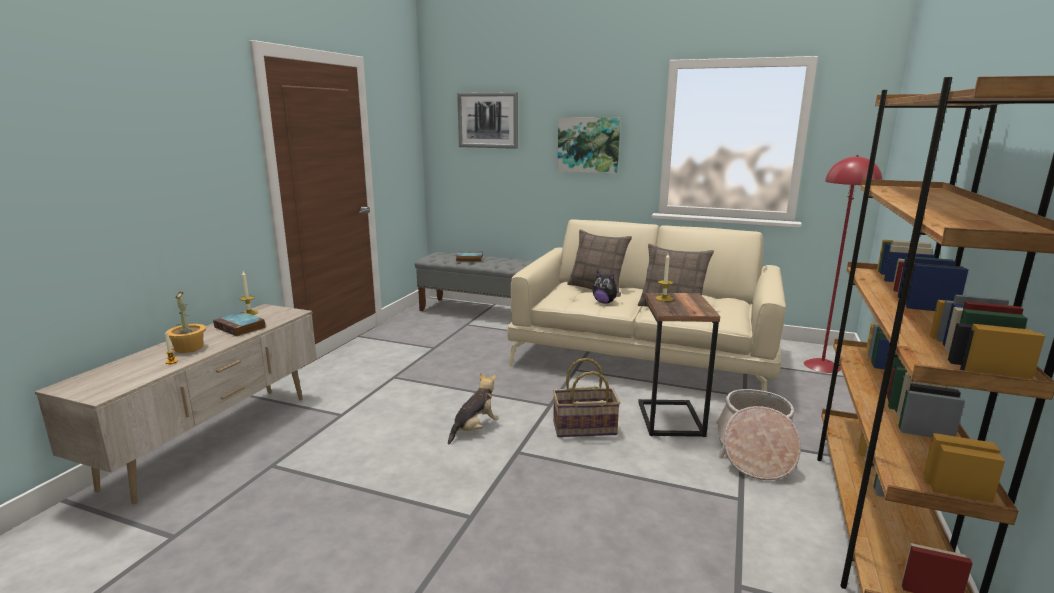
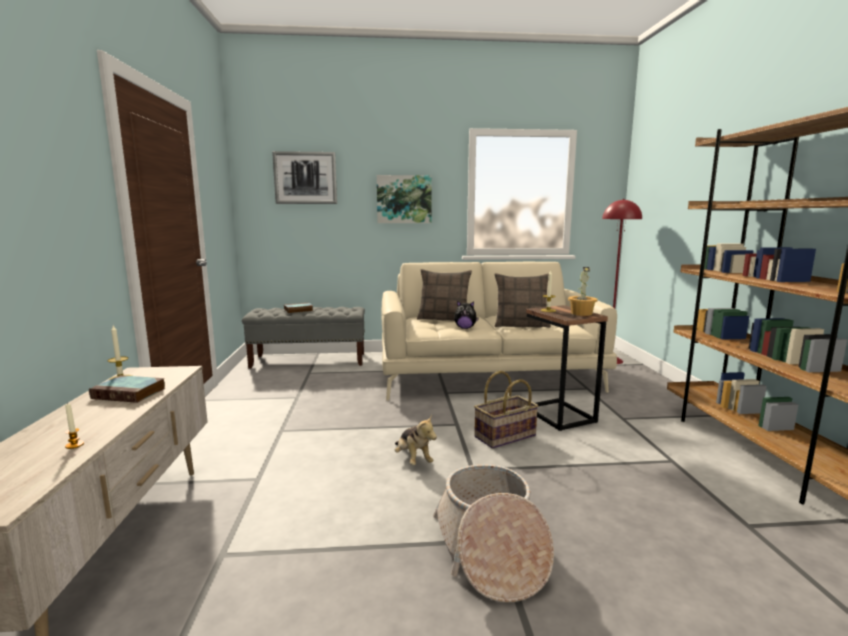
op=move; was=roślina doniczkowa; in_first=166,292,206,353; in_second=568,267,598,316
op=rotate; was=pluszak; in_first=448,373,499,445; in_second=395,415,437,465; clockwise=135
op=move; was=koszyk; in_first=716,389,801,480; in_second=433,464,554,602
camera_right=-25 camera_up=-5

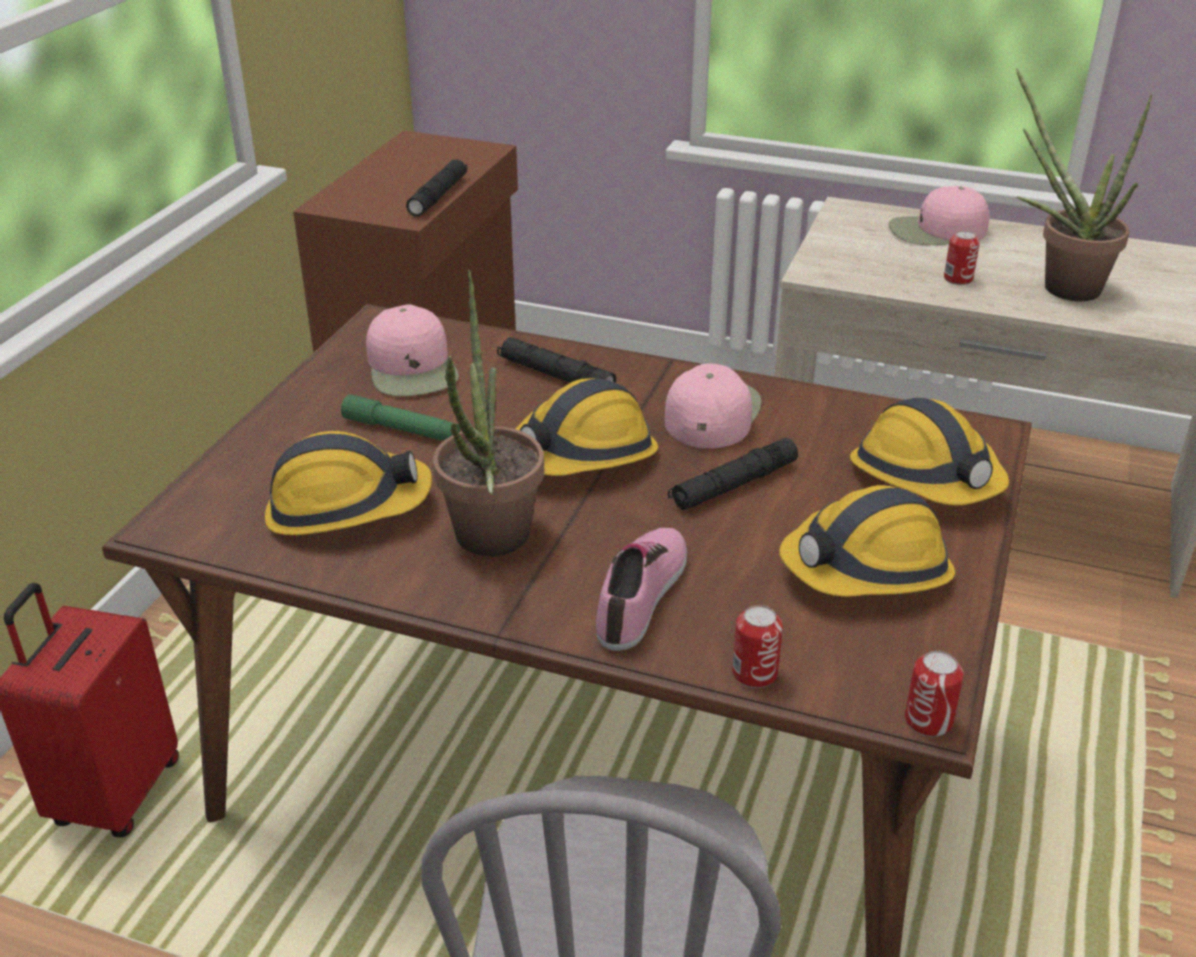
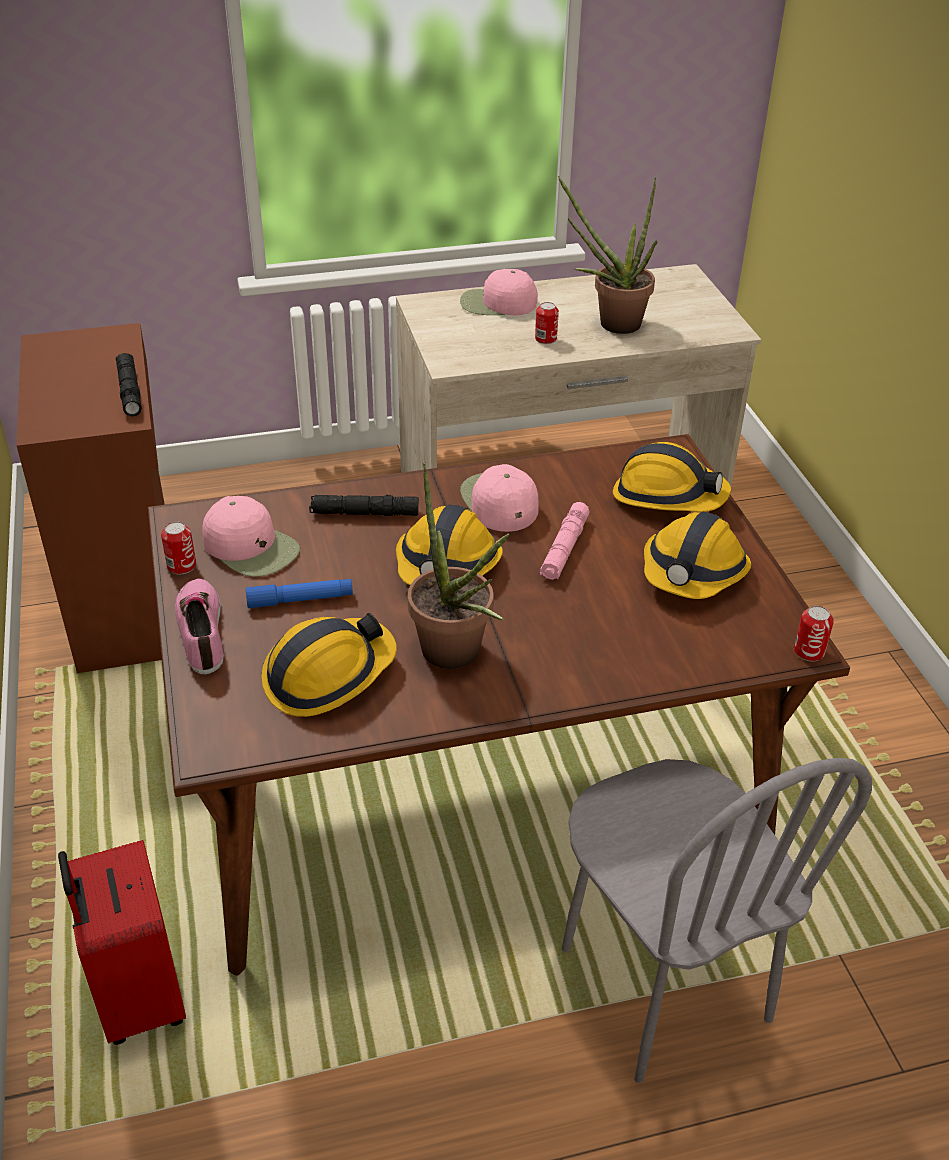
op=recolor; was=latarka [zielony]; now=latarka [niebieski]; in_first=341,394,460,440; in_second=246,579,353,608
op=move; was=but; in_first=596,528,687,651; in_second=175,579,223,674
op=recolor; was=latarka [czarny]; now=latarka [różowy]; in_first=668,438,798,510; in_second=539,502,589,580
op=move; was=puszka; in_first=732,605,783,688; in_second=161,522,196,574
op=rotate; was=czapka z daszkiem [różowy]; in_first=888,186,990,245; in_second=460,269,538,315; clockwise=45
camera_right=-35 camera_up=5

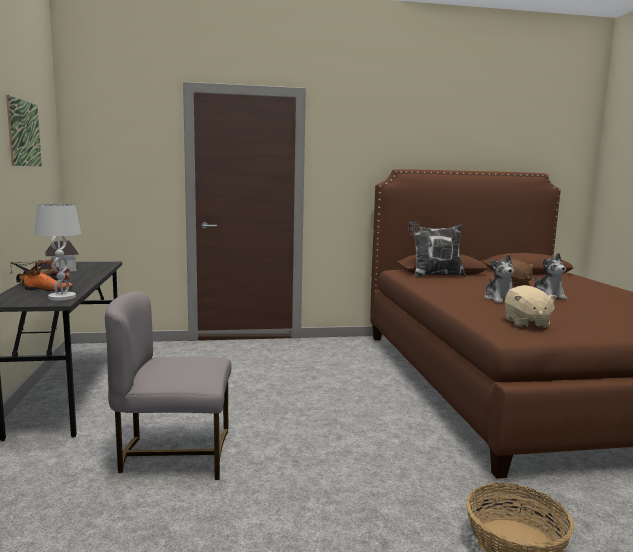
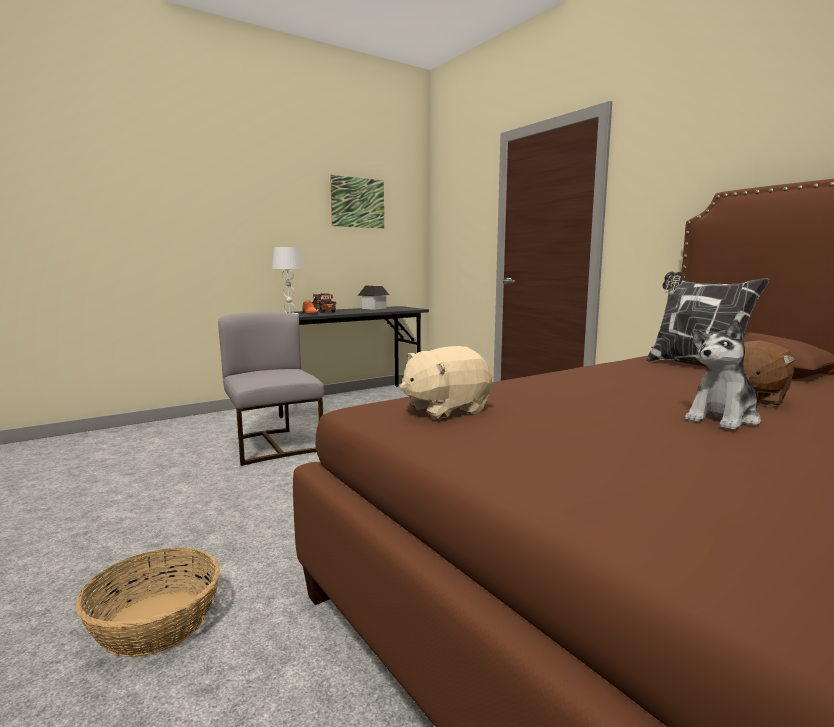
op=delete; was=pluszak; in_first=484,254,514,303
camera_right=65 camera_up=0

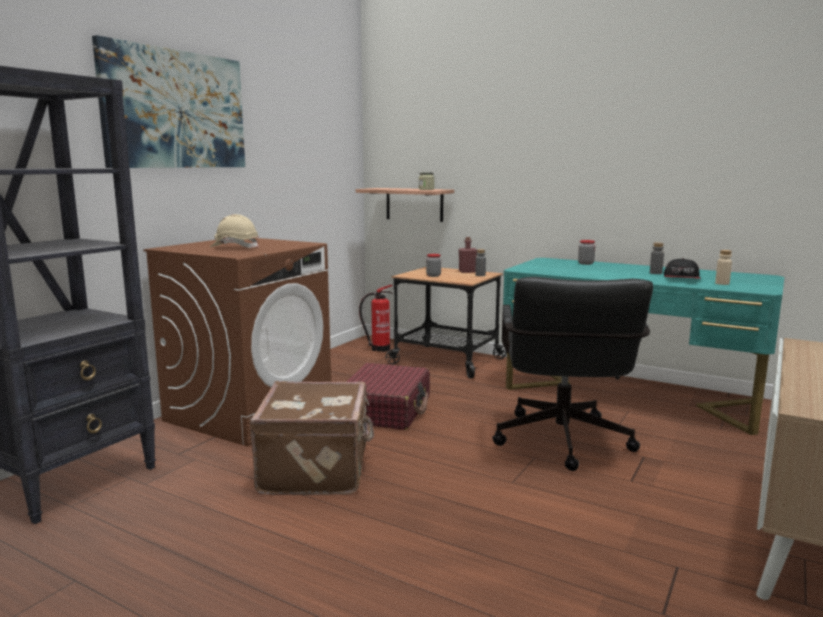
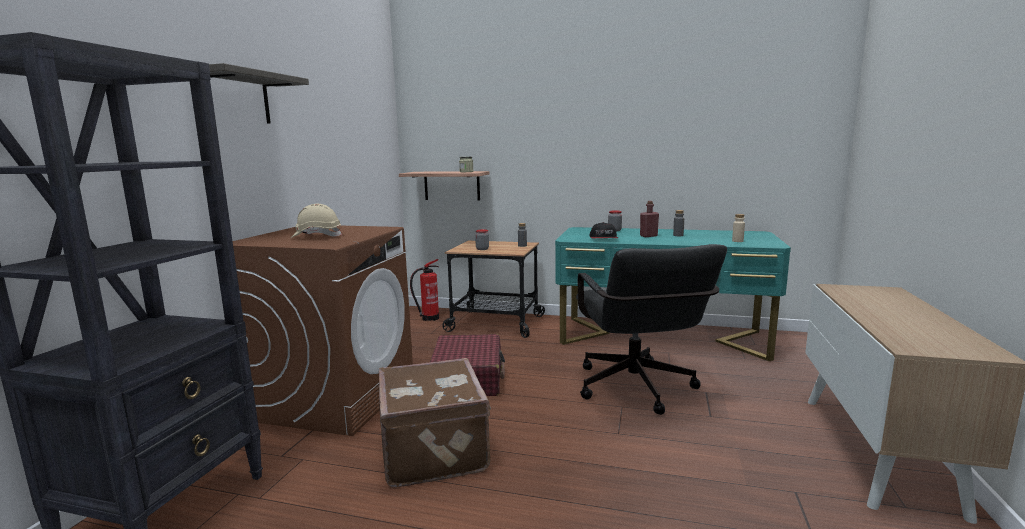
op=replace; was=obraz; now=półka; in_first=92,35,245,168; in_second=209,63,309,124
op=move; was=butelka [czerwony]; in_first=459,237,477,273; in_second=640,201,659,237
op=move; was=czapka z daszkiem; in_first=664,258,701,279; in_second=590,222,618,238
camera_right=-15 camera_up=0

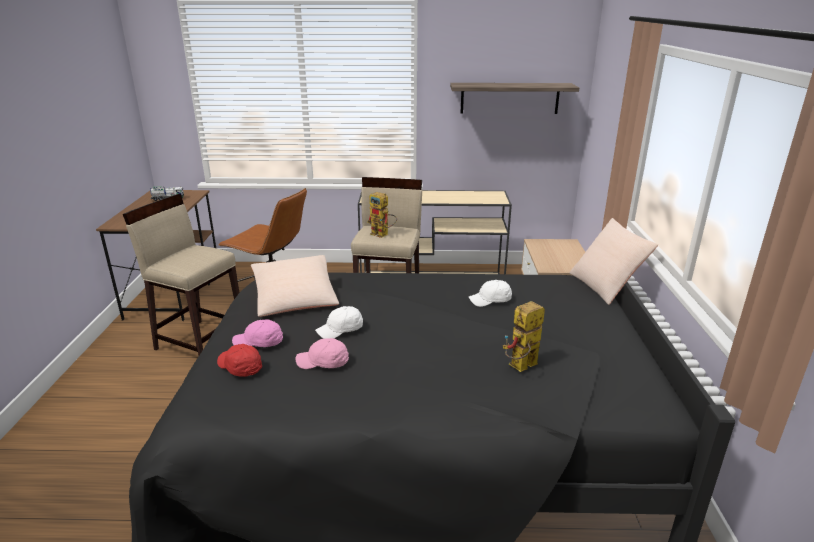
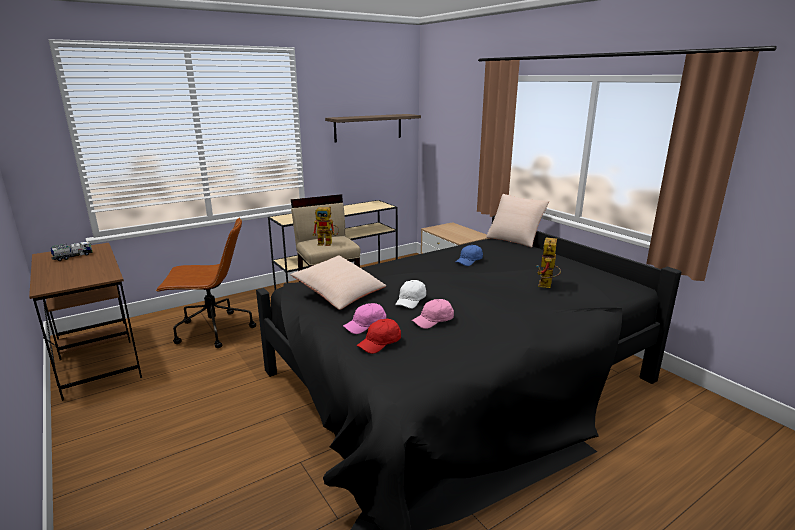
op=delete; was=stołek [beżowy]; in_first=123,194,239,355
op=rotate; was=czapka z daszkiem [czerwony]; in_first=217,344,262,377; in_second=357,319,401,354; clockwise=-45
op=recolor; was=czapka z daszkiem [biały]; now=czapka z daszkiem [niebieski]; in_first=469,280,512,307; in_second=456,245,483,266
camera_right=-35 camera_up=-5

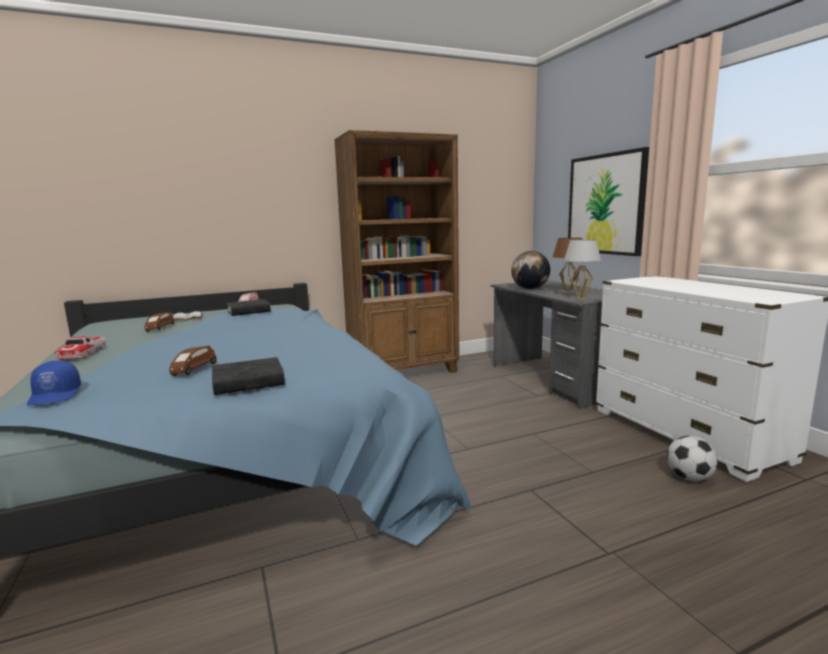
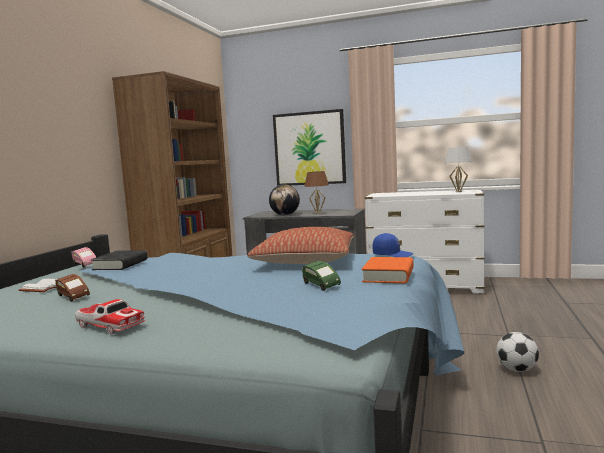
op=move; was=czapka z daszkiem [niebieski]; in_first=27,361,81,406; in_second=373,233,413,257
op=recolor; was=samochodzik [brązowy]; now=samochodzik [zielony]; in_first=169,346,217,376; in_second=302,261,341,291
op=recolor; was=książka [czarny]; now=książka [pomarańczowy]; in_first=212,357,285,395; in_second=362,257,414,283
op=move; was=lampa stołowa [biały]; in_first=564,239,601,300; in_second=445,147,472,192
op=move; was=piłka futbolowa; in_first=667,436,718,481; in_second=496,332,539,372
op=insert; now=poduszka; in_second=247,227,354,264
camera_right=-50 camera_up=-5

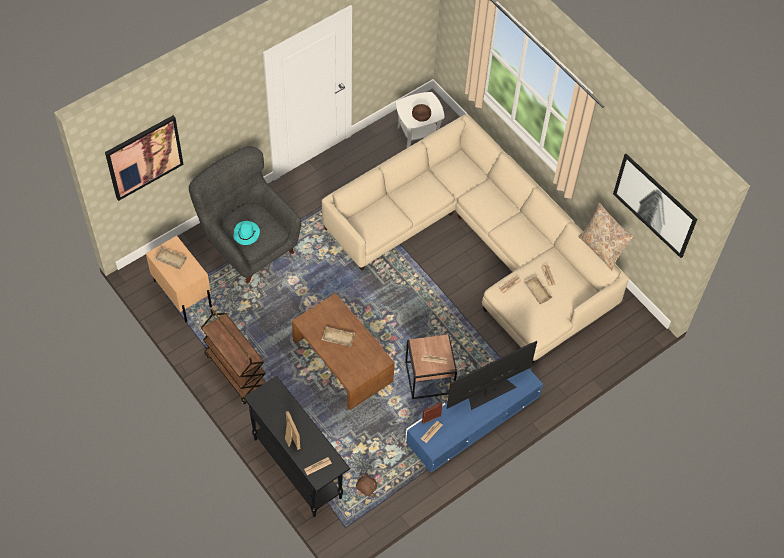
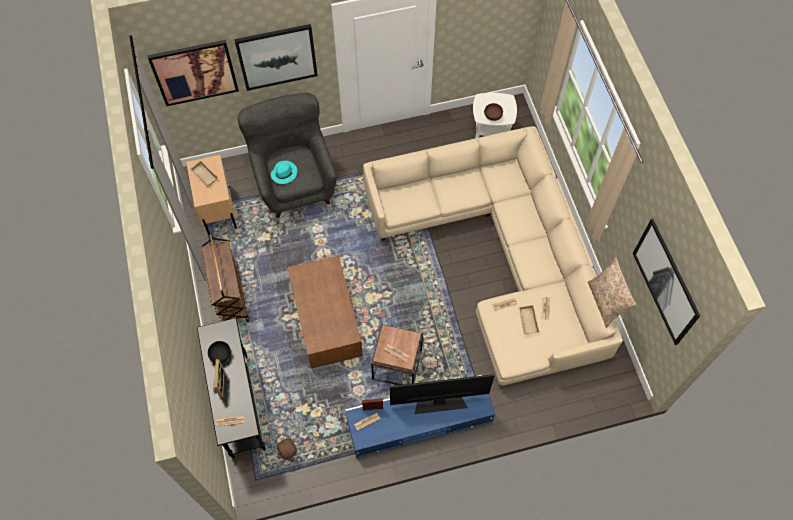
op=delete; was=taca [beżowy]; in_first=322,326,355,347
op=insert; now=miska [czarny]; in_second=208,341,231,363
op=insert; now=obraz; in_second=234,24,318,91
camera_right=25 camera_up=5

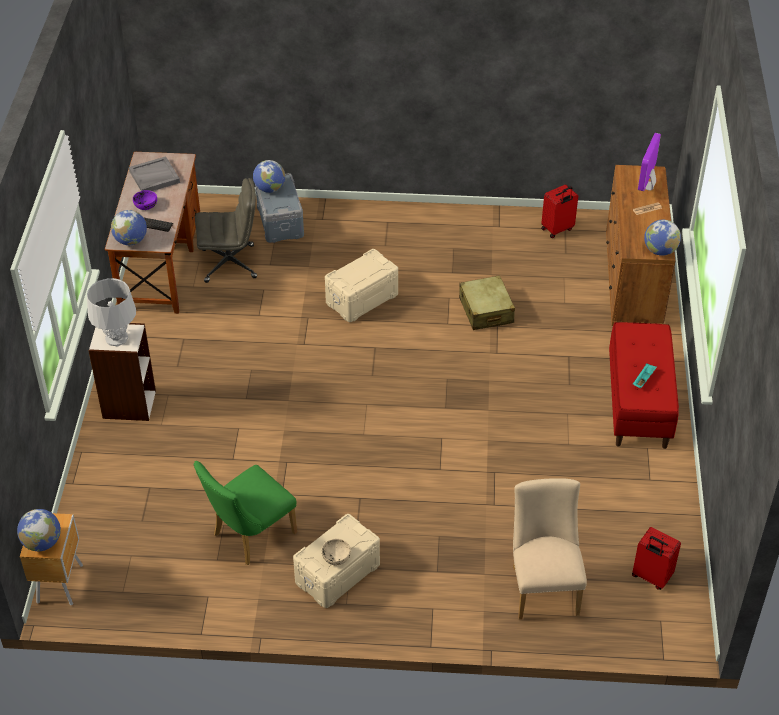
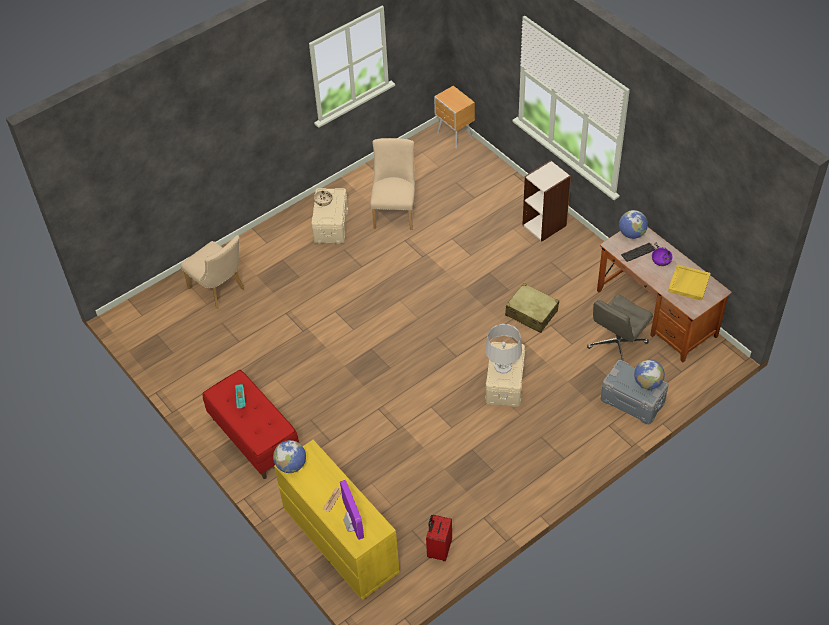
op=delete; was=globus; in_first=17,509,61,551
op=move; was=lampa stołowa [szary]; in_first=87,278,136,347; in_second=485,324,522,373
op=recolor; was=taca [szary]; now=taca [żółty]; in_first=129,156,180,191; in_second=668,264,711,301
op=recolor; was=krzesło [zielony]; now=krzesło [beżowy]; in_first=194,461,297,565; in_second=370,138,415,230
op=move; was=walizka [beżowy]; in_first=459,275,515,330; in_second=505,283,559,333
op=recolor; was=komoda [brązowy]; now=komoda [żółty]; in_first=606,165,675,326; in_second=274,440,400,600
op=delete; was=walizka [czerwony]; in_first=632,527,681,590
camera_right=140 camera_up=5

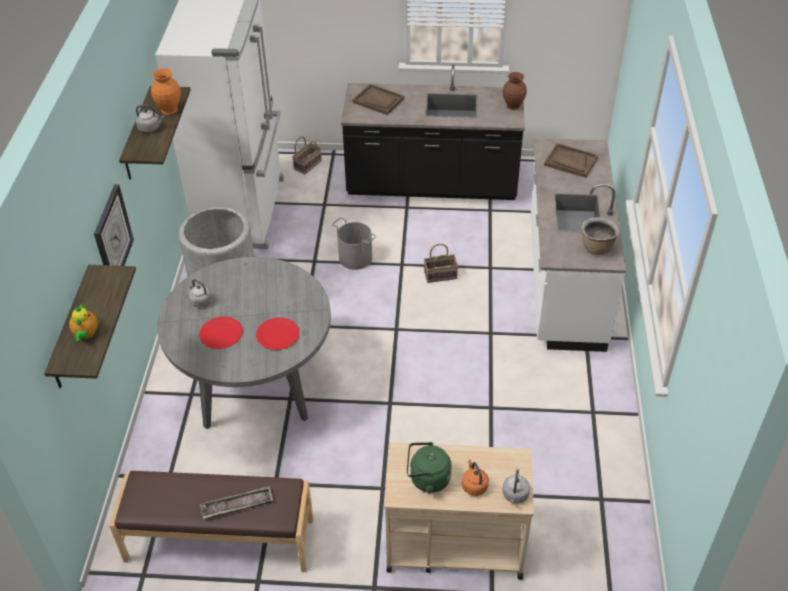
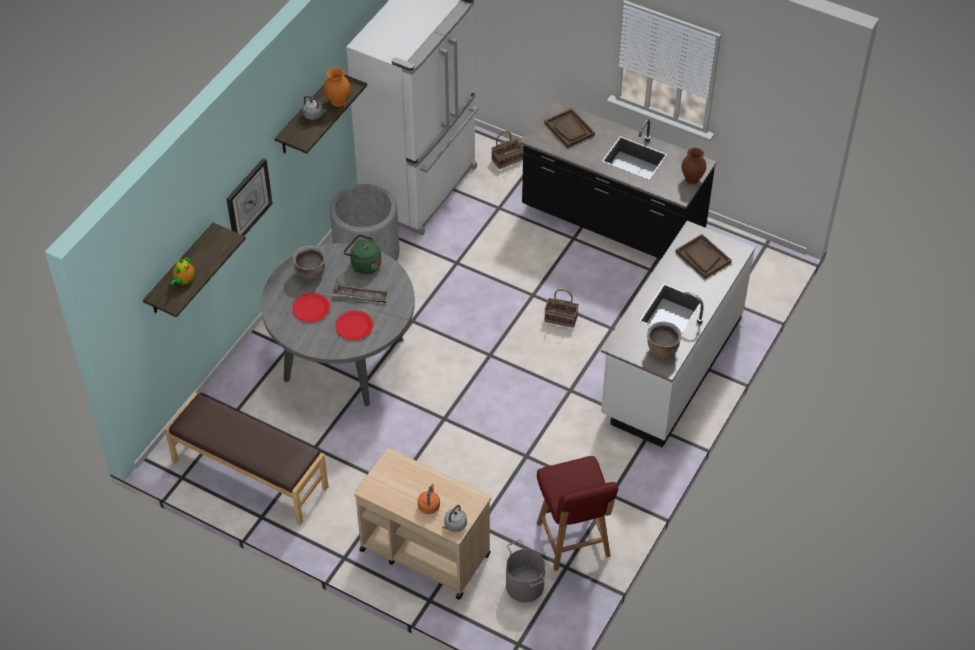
op=replace; was=czajnik [szary]; now=garnek [brązowy]; in_first=187,279,212,307; in_second=292,246,326,281
op=move; was=taca; in_first=200,486,273,519; in_second=332,285,389,303
op=move; was=wiadro [szary]; in_first=332,218,376,270; in_second=506,540,545,603
op=move; was=czajnik [zielony]; in_first=407,442,452,494; in_second=344,234,381,274
op=insert; now=krzesło [czerwony]; in_second=537,456,618,571
camera_right=25 camera_up=5

